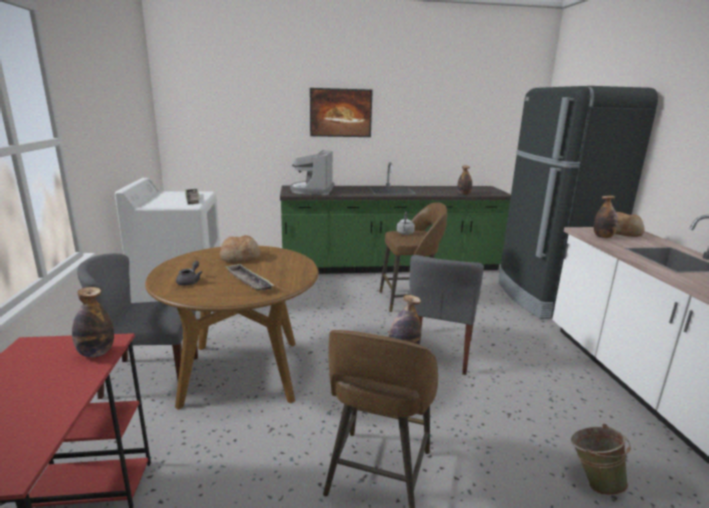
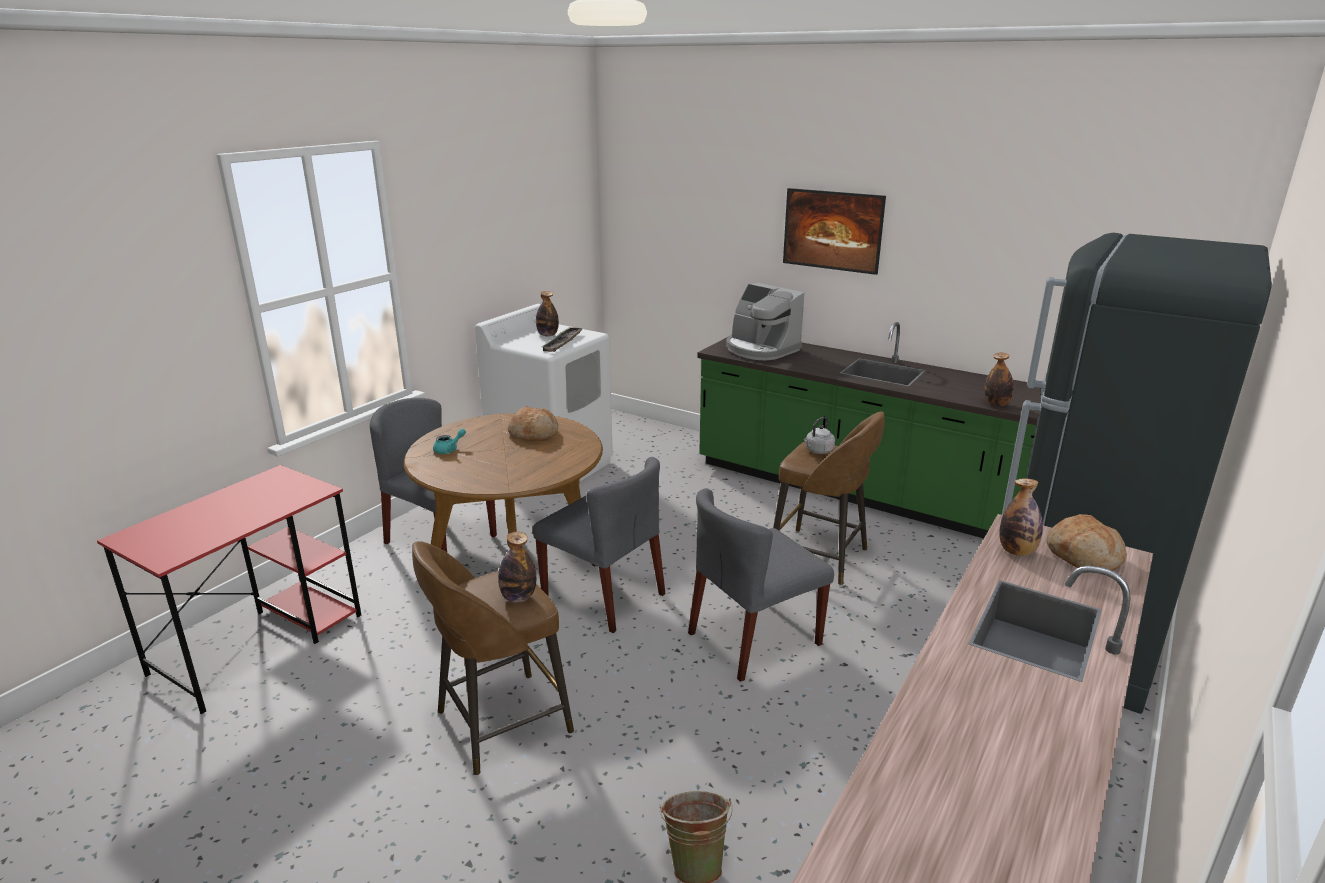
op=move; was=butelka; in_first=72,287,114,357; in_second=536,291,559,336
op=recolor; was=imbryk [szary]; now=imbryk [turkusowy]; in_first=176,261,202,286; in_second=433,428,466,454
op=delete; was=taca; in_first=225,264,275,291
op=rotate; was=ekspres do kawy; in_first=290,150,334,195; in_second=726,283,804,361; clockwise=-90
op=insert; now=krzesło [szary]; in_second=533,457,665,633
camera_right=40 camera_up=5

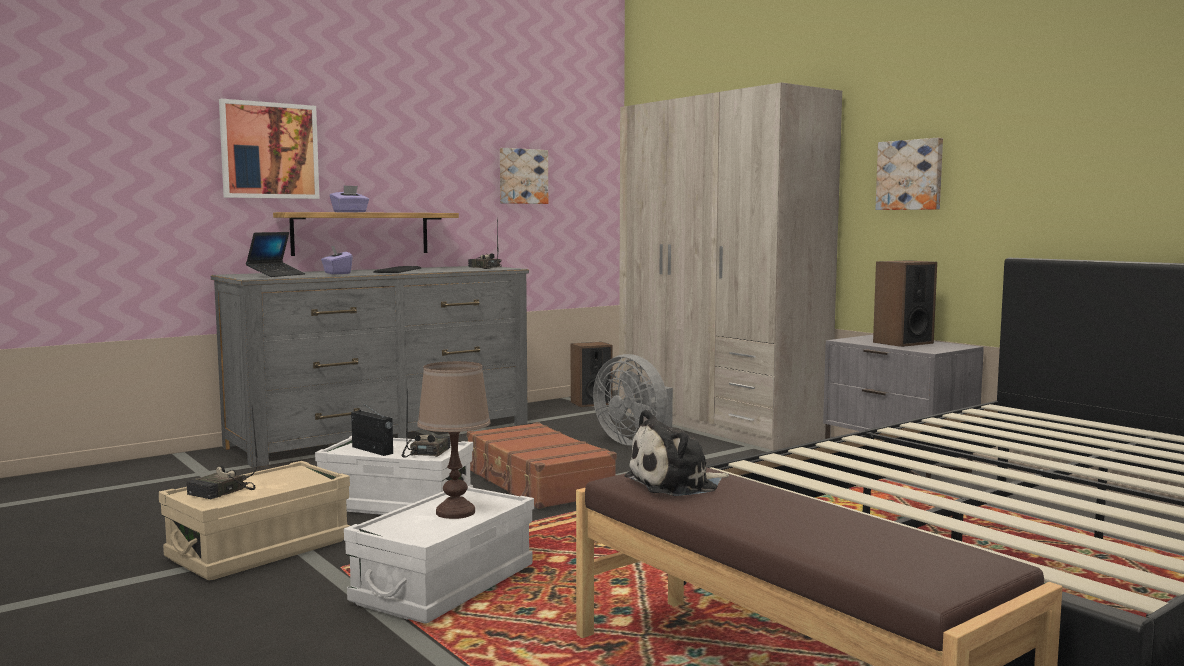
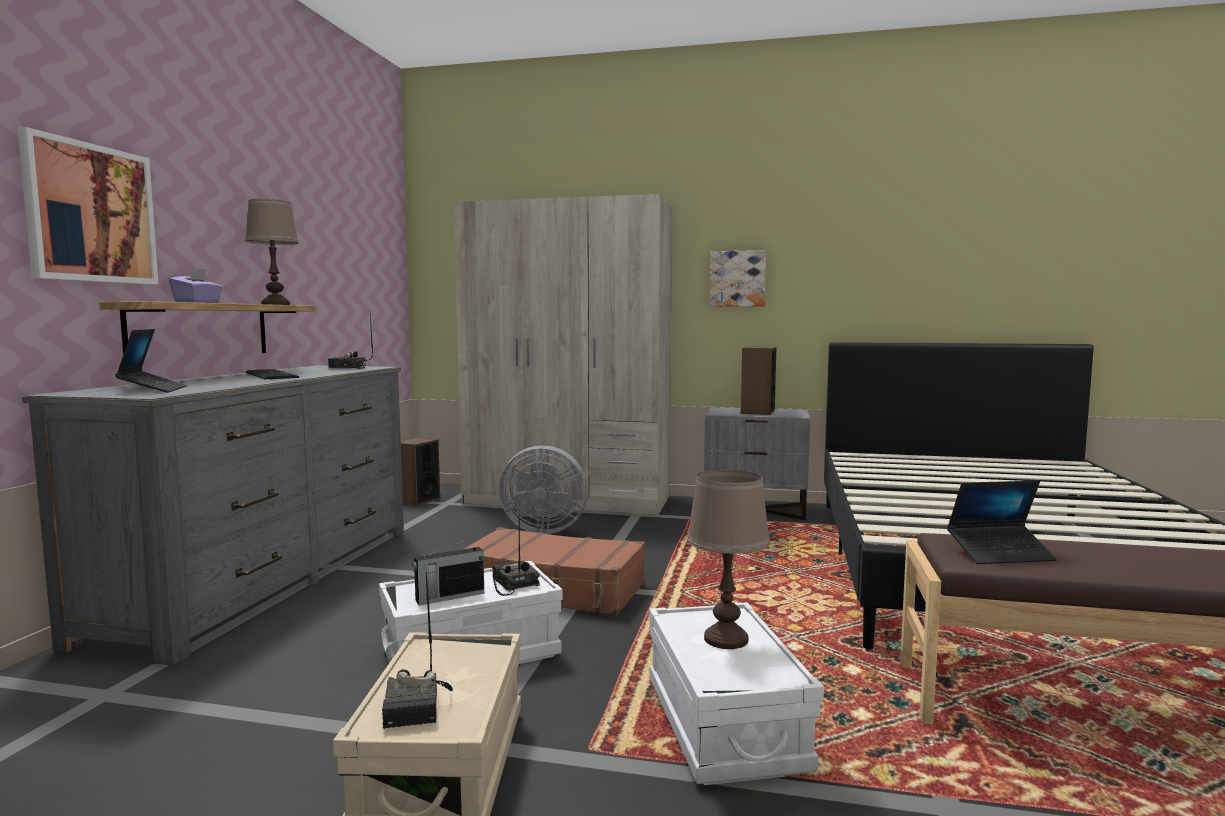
op=delete; was=pudełko chusteczek [fioletowy]; in_first=321,246,353,274
op=rotate; was=radio; in_first=351,403,393,456; in_second=412,538,484,605; clockwise=150
op=delete; was=obraz; in_first=500,148,548,204
op=replace; was=pluszak; now=laptop; in_first=625,409,729,496; in_second=947,480,1057,564
op=insert; now=lampa stołowa [brązowy]; in_second=245,199,299,305
camera_right=-40 camera_up=0

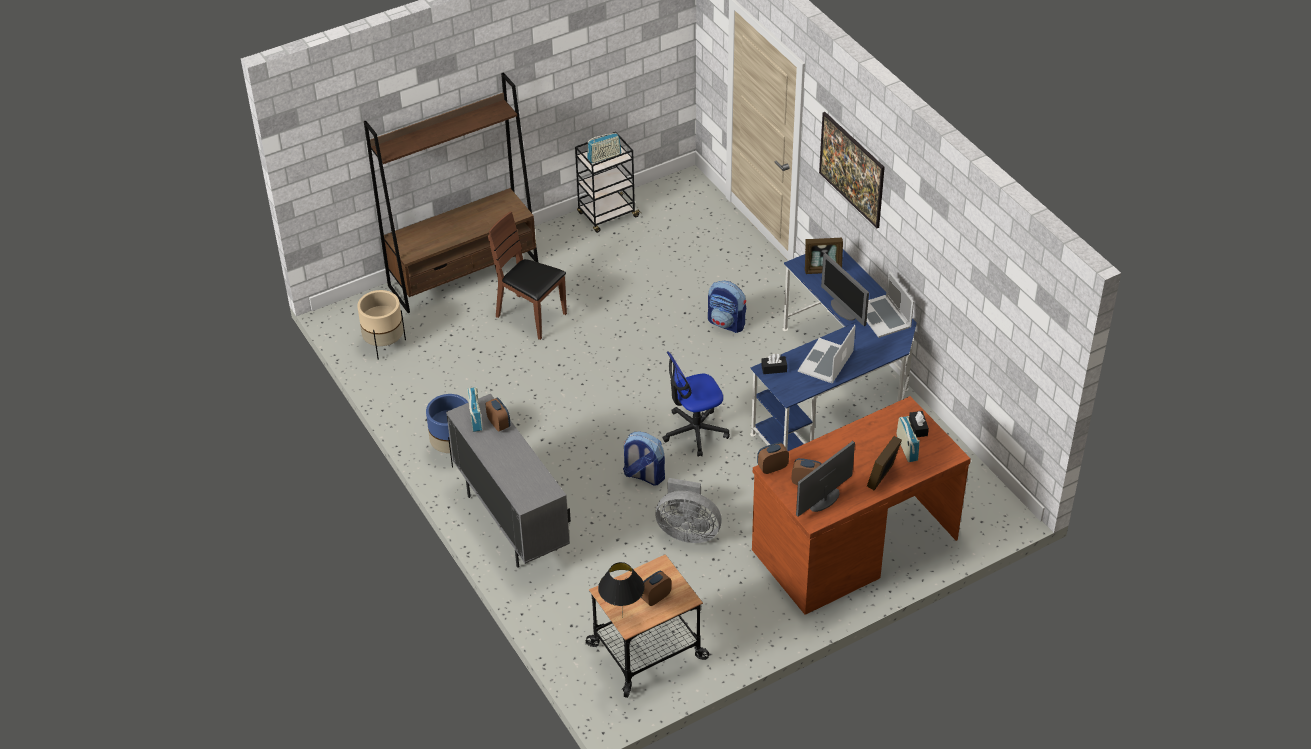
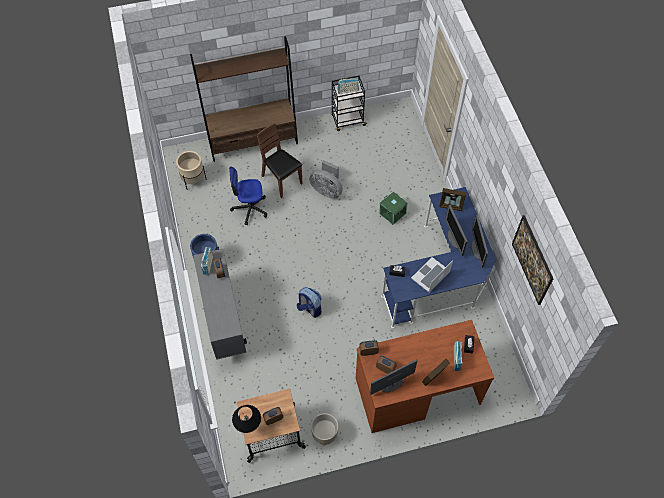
op=move; was=wentylator [szary]; in_first=655,478,722,543; in_second=309,160,343,198
op=move; was=krzesło biurowe; in_first=663,351,730,457; in_second=229,167,267,225
op=replace; was=plecak; now=pojemnik do przechowywania [zielony]; in_first=708,281,746,333; in_second=379,192,408,225
op=move; was=obraz; in_first=819,112,885,228; in_second=512,215,553,305
op=replace; was=laptop; now=monitor; in_first=867,270,914,338; in_second=472,214,488,268
op=insert; now=donica [beżowy]; in_second=311,413,338,445
camera_right=15 camera_up=15

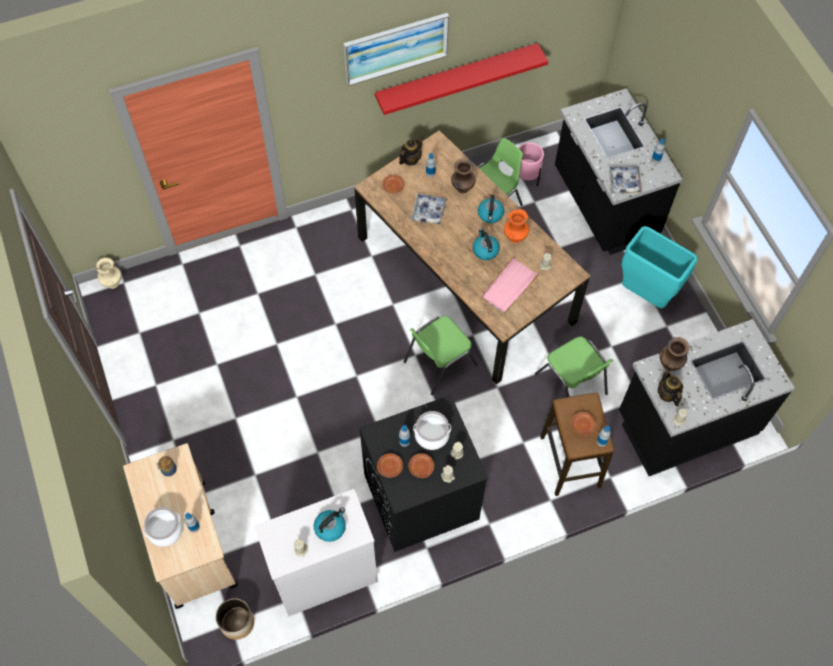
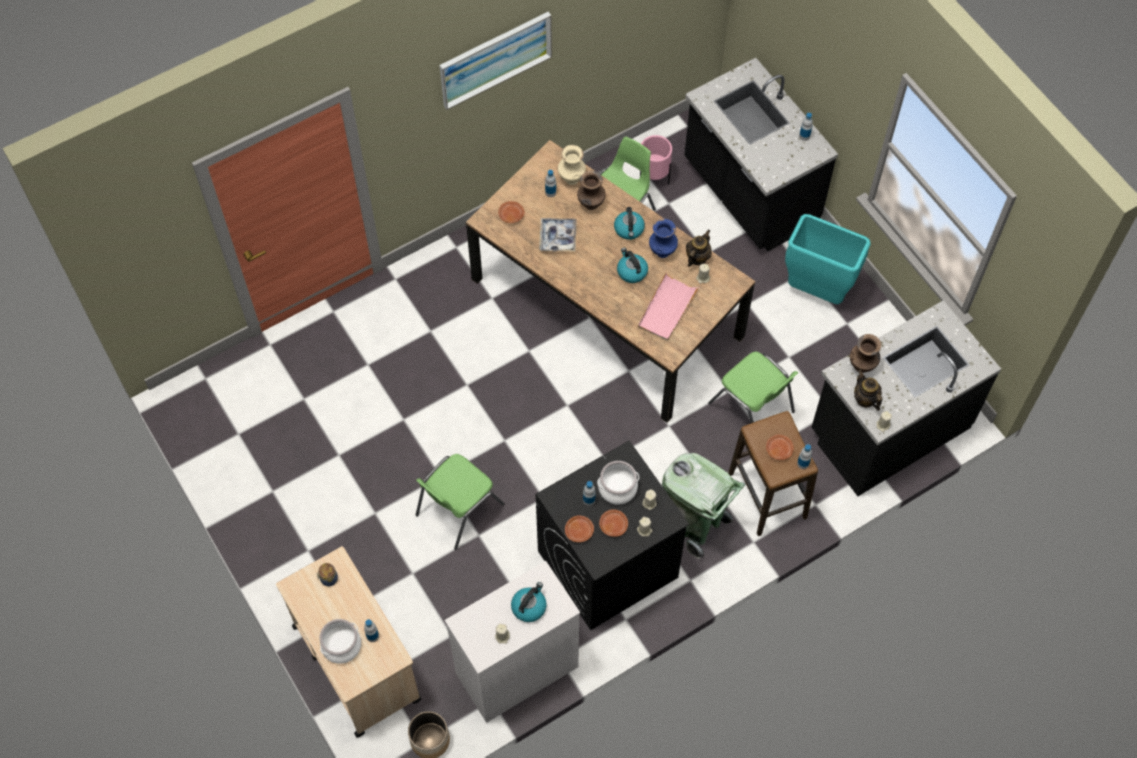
op=move; was=wazon [beżowy]; in_first=95,257,121,289; in_second=558,145,586,185
op=delete; was=półka [czerwony]; in_first=375,43,548,115
op=move; was=imbryk; in_first=399,137,423,165; in_second=686,230,712,267
op=move; was=krzesło [zielony]; in_first=404,316,478,395; in_second=416,454,504,550
op=recolor; was=wazon [pomarańczowy]; now=wazon [niebieski]; in_first=504,209,529,243; in_second=649,219,678,258
op=delete; was=taca; in_first=608,166,642,194
op=insert; now=kosz na śmieci [zielony]; in_second=662,453,745,559
camera_right=-10 camera_up=0

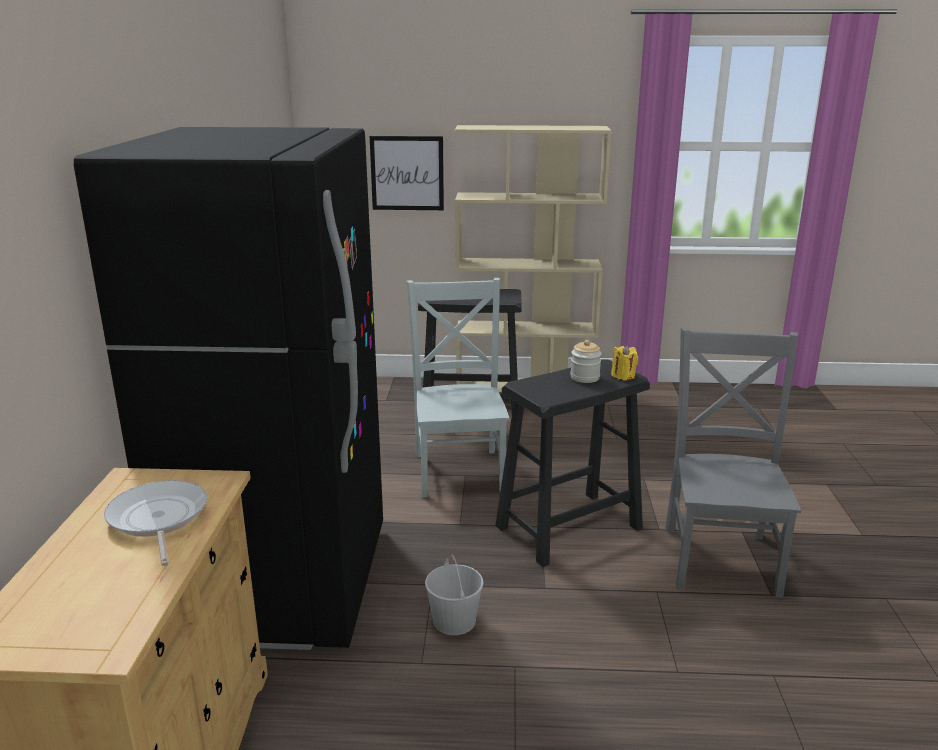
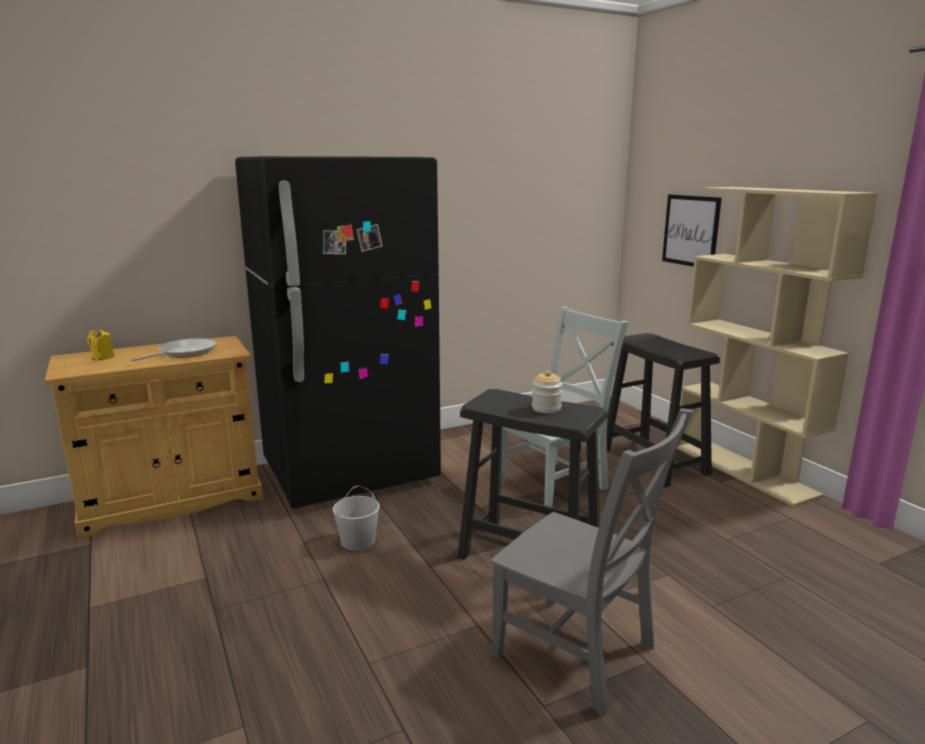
op=move; was=świeca [żółty]; in_first=611,345,638,380; in_second=87,329,114,360
op=rotate; was=krzesło [szary]; in_first=665,327,801,598; in_second=491,408,693,716; clockwise=60
camera_right=60 camera_up=-5

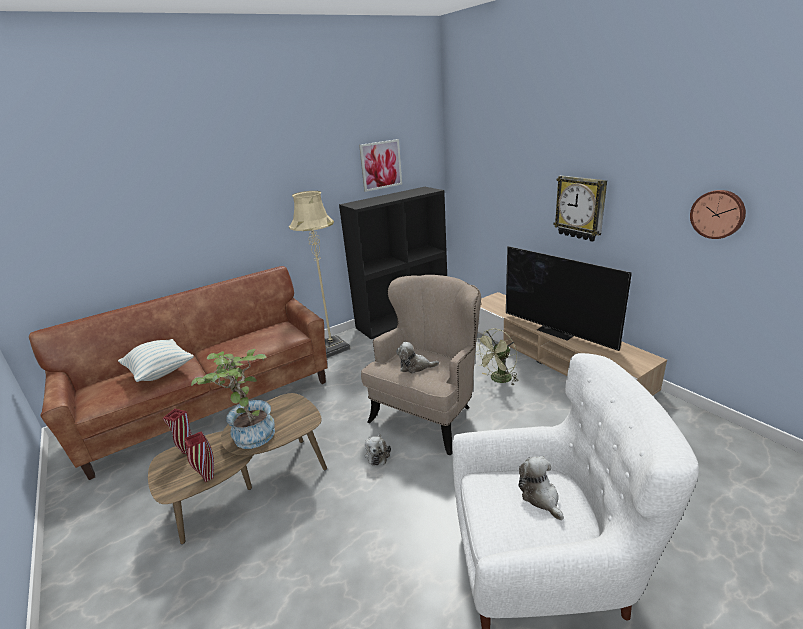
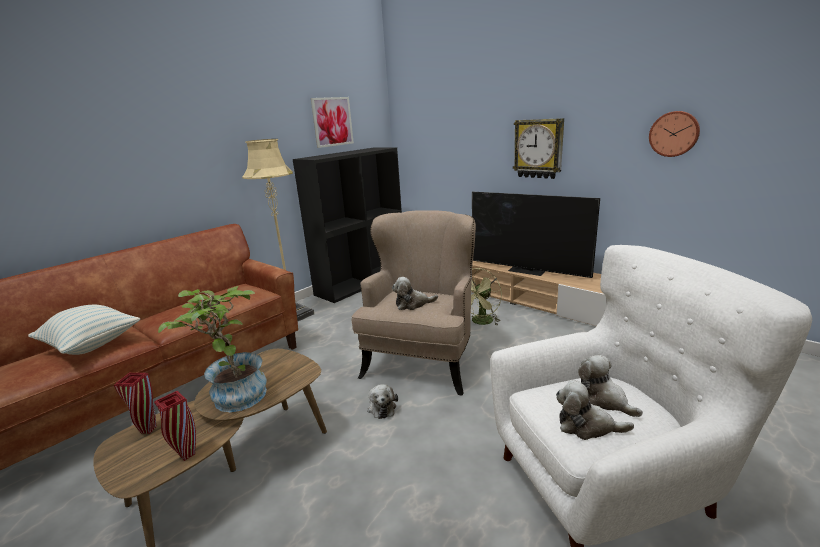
op=insert; now=pluszak; in_second=556,380,634,440
camera_right=-15 camera_up=-5

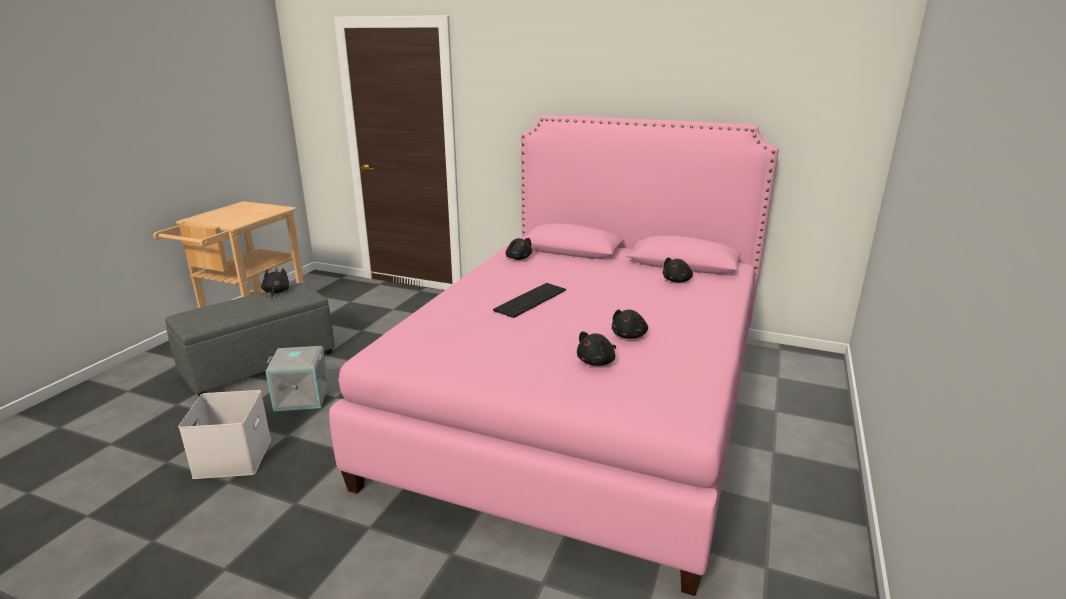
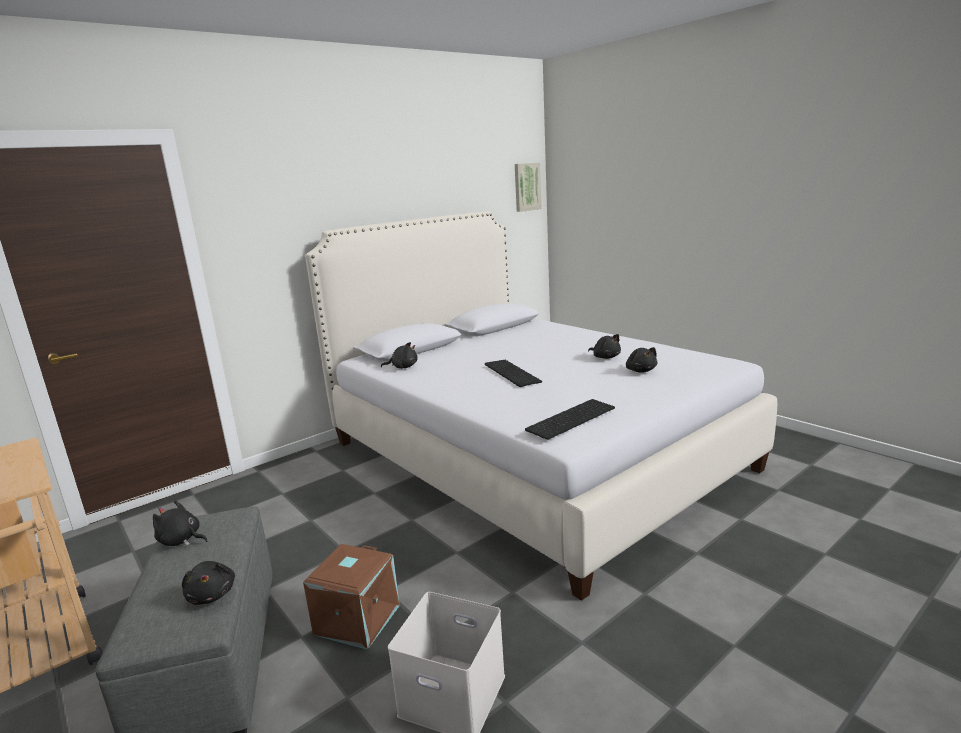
op=recolor; was=pojemnik do przechowywania [szary]; now=pojemnik do przechowywania [brązowy]; in_first=265,346,329,411; in_second=303,544,400,650
op=recolor; was=łóżko [różowy]; now=łóżko [biały]; in_first=329,115,779,596; in_second=305,211,777,601
op=move; was=pluszak [czarny]; in_first=663,257,693,282; in_second=182,561,235,605
op=insert; now=obraz; in_second=515,163,542,212
op=insert; now=klawiatura; in_second=525,399,615,440
camera_right=-60 camera_up=-5

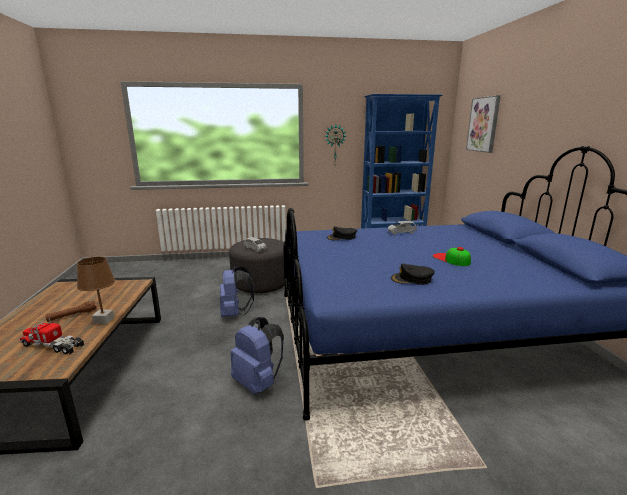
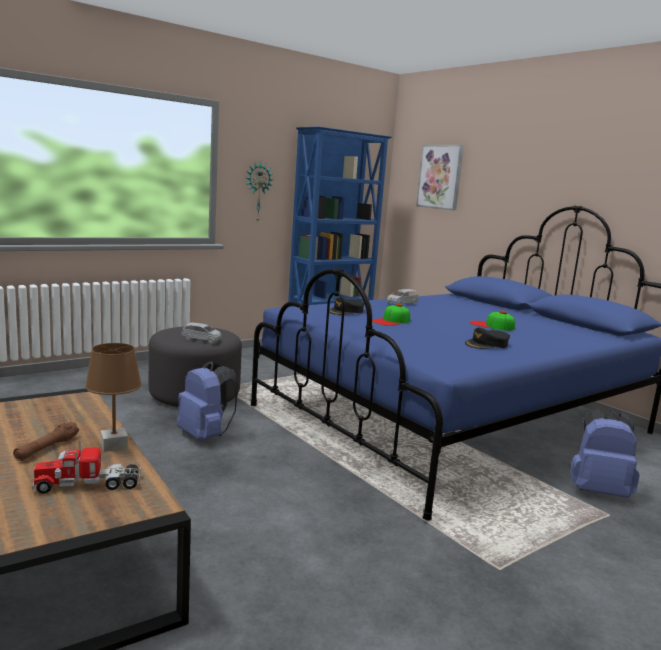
op=move; was=plecak [niebieski]; in_first=231,317,284,394; in_second=570,409,640,498
op=insert; now=czapka z daszkiem; in_second=372,303,410,326
camera_right=-30 camera_up=-5

